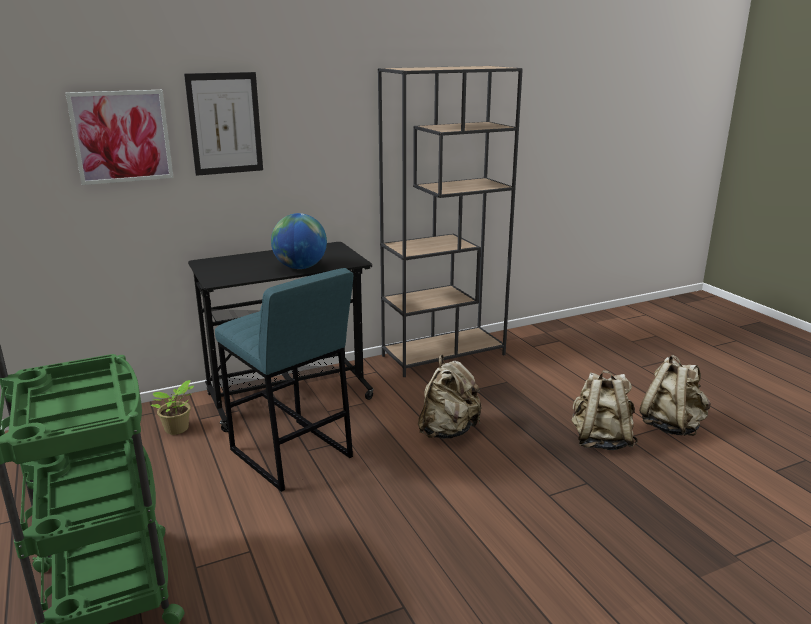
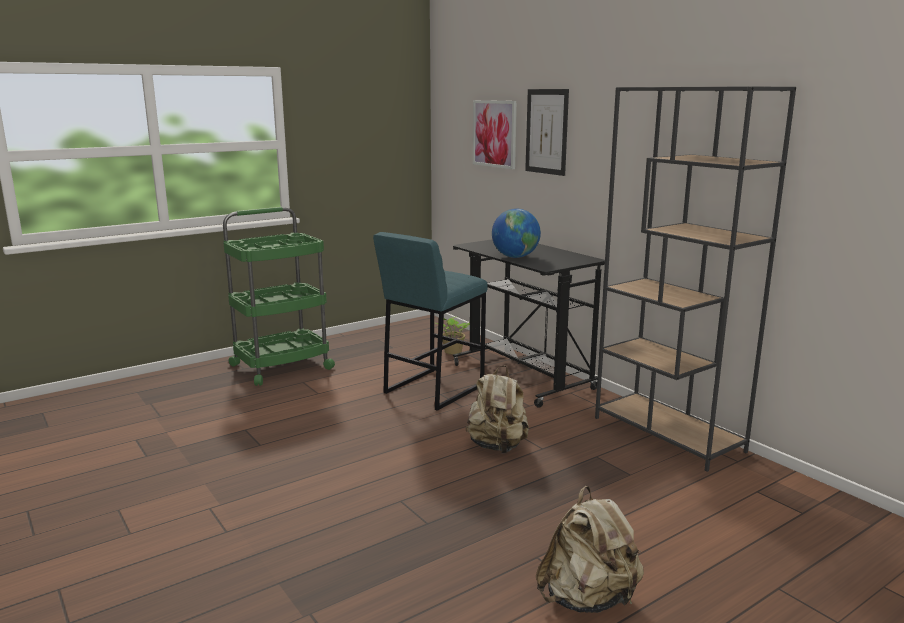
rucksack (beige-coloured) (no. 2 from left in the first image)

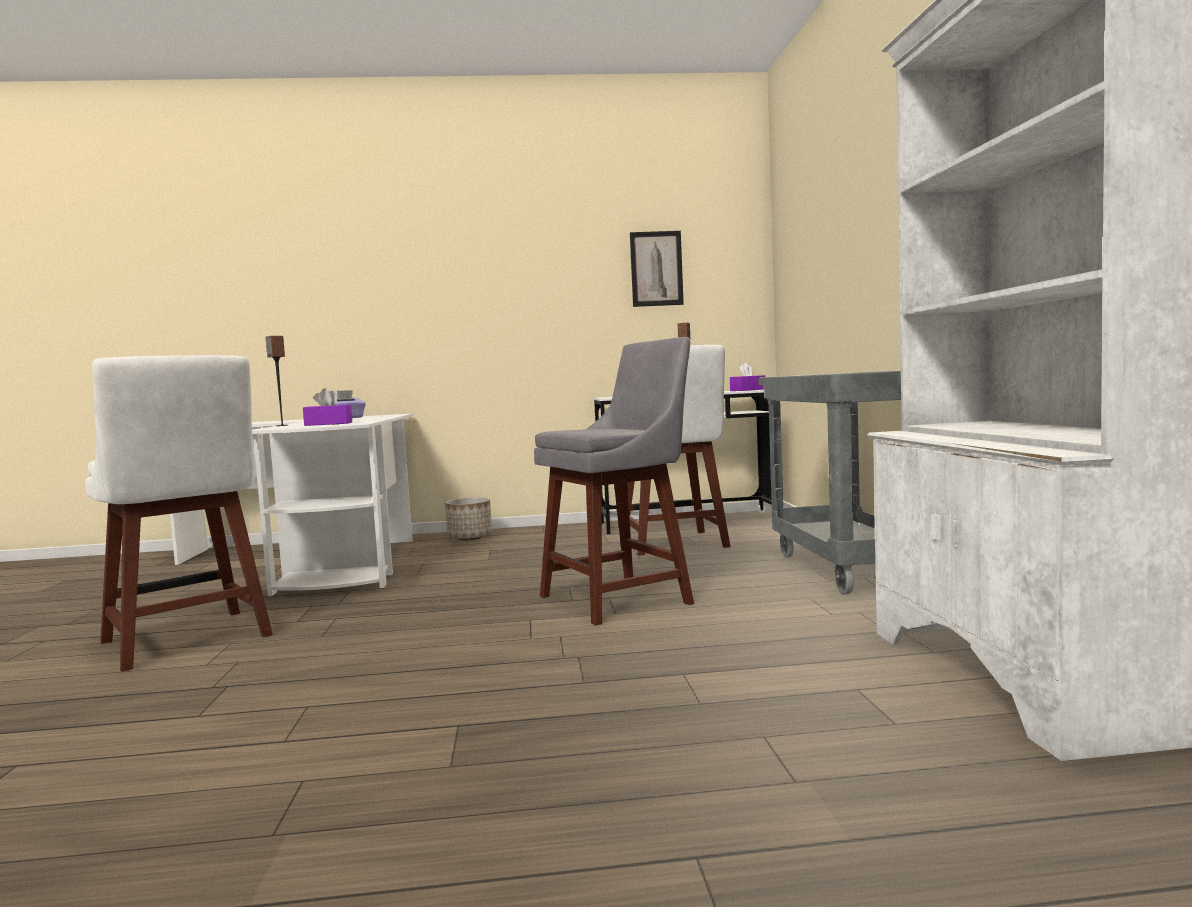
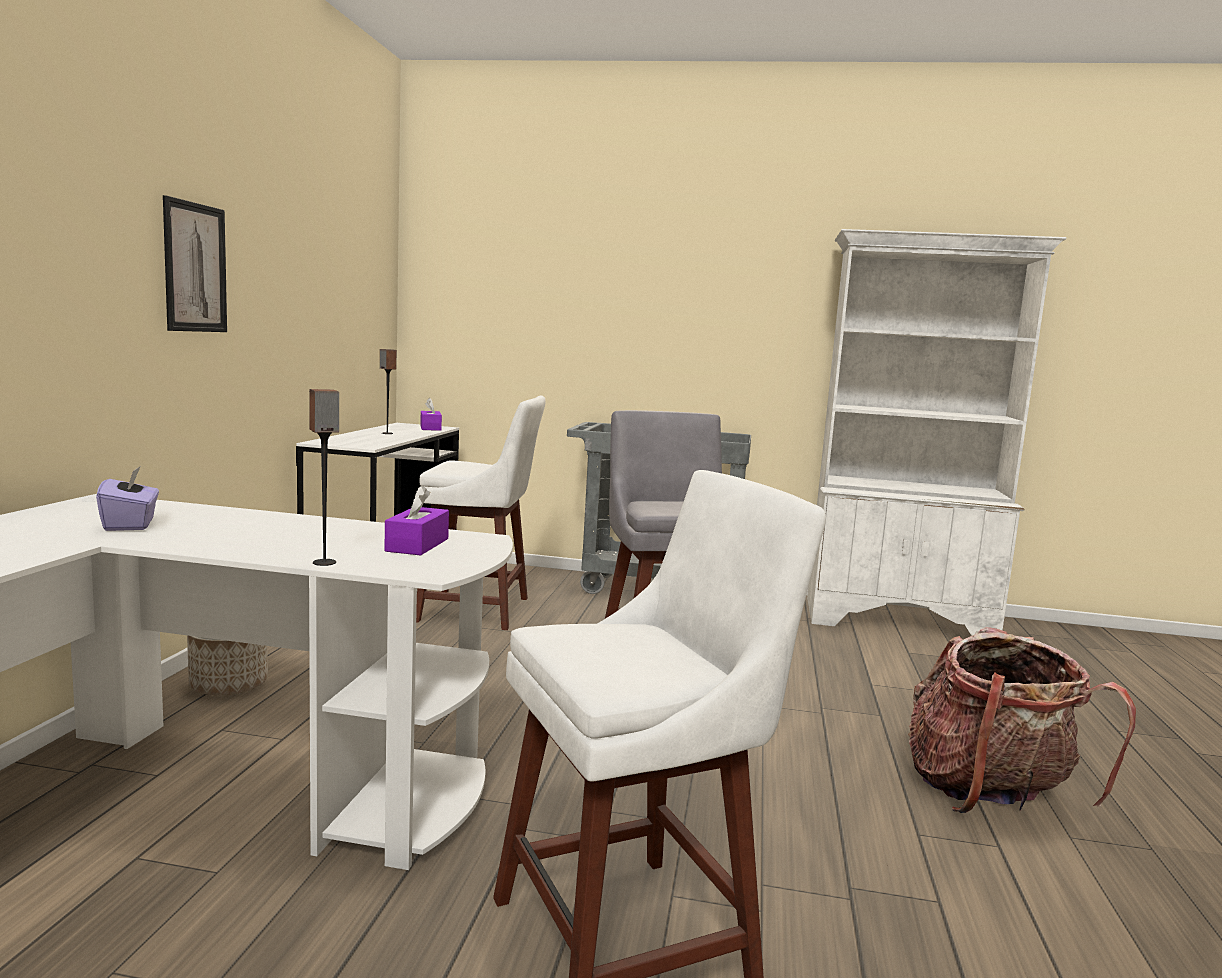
wall art; rucksack

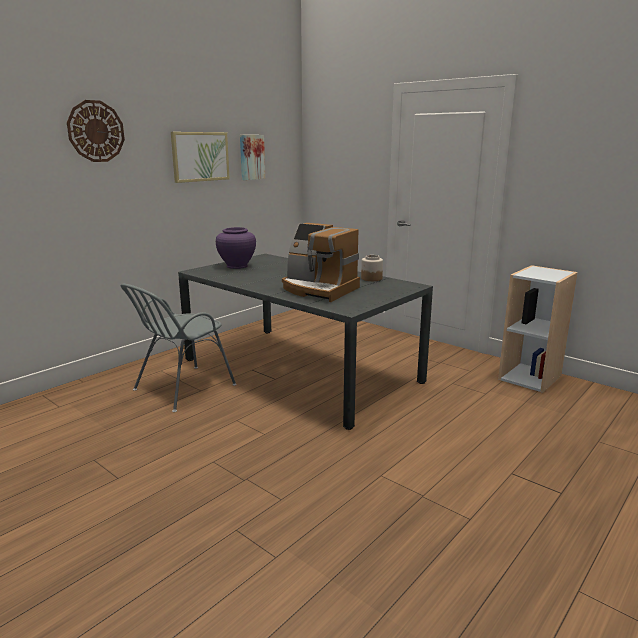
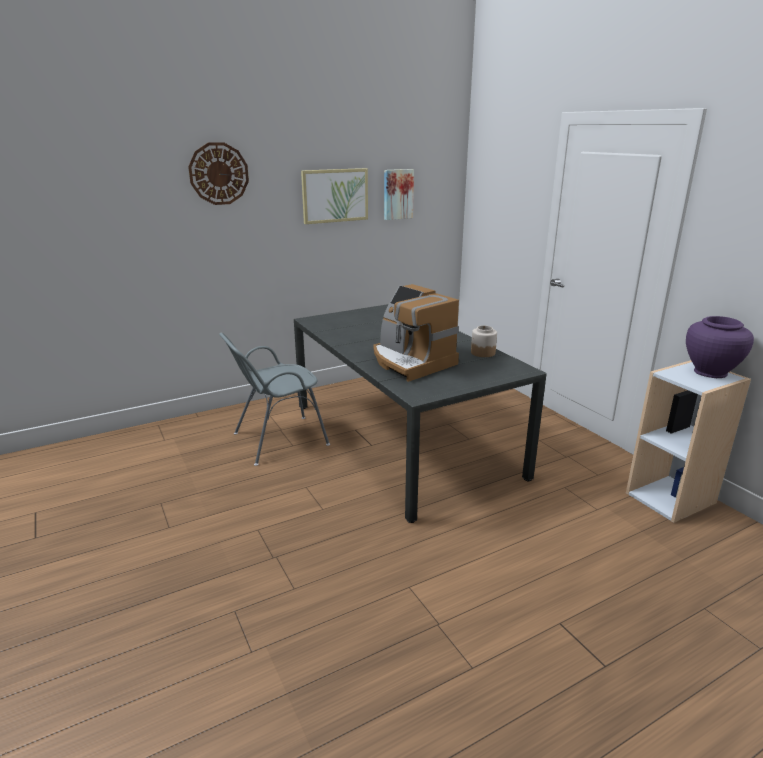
flower vase (purple-coloured)

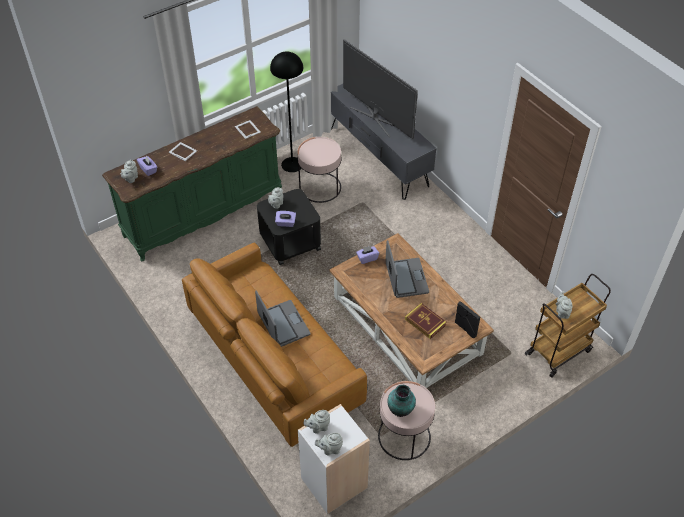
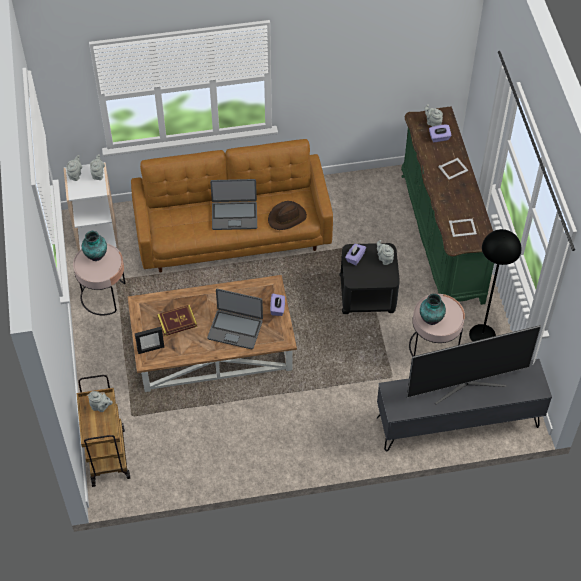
clothing hat (brown); flower vase (no. 2 from left)

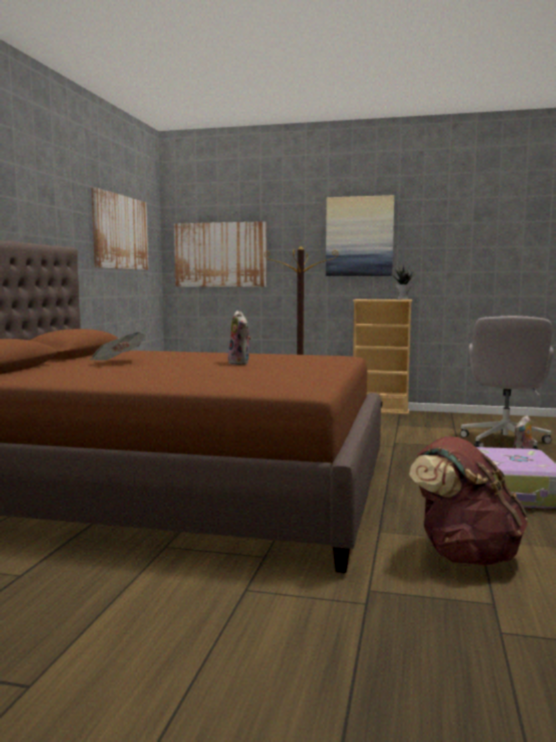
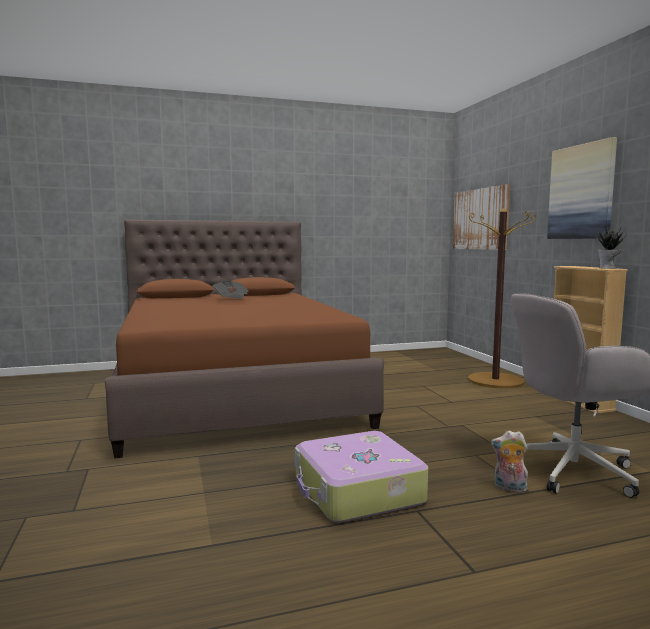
wall art (no. 1 from left in the first image); plush toy (no. 1 from left in the first image); rucksack (brown)

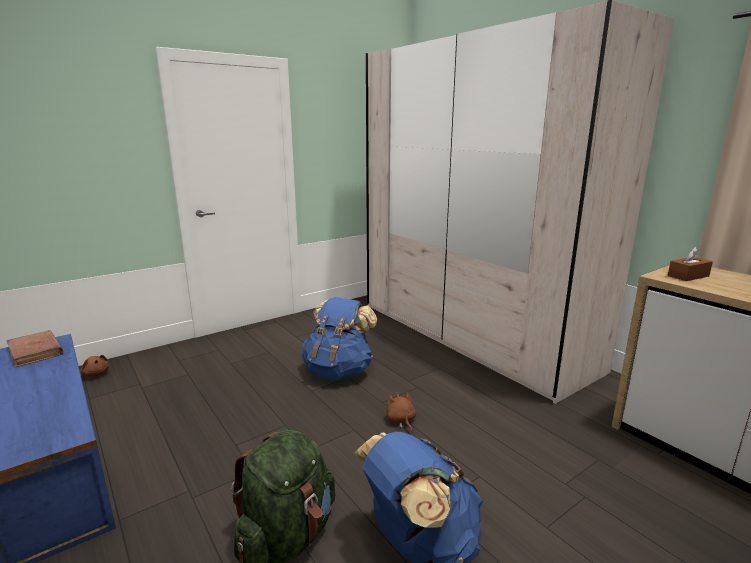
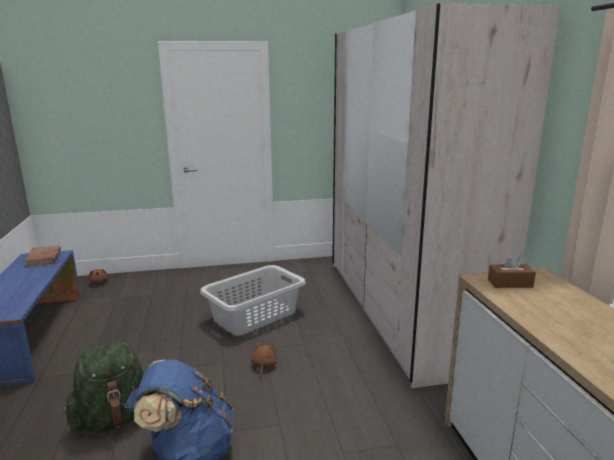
hamper (grey)

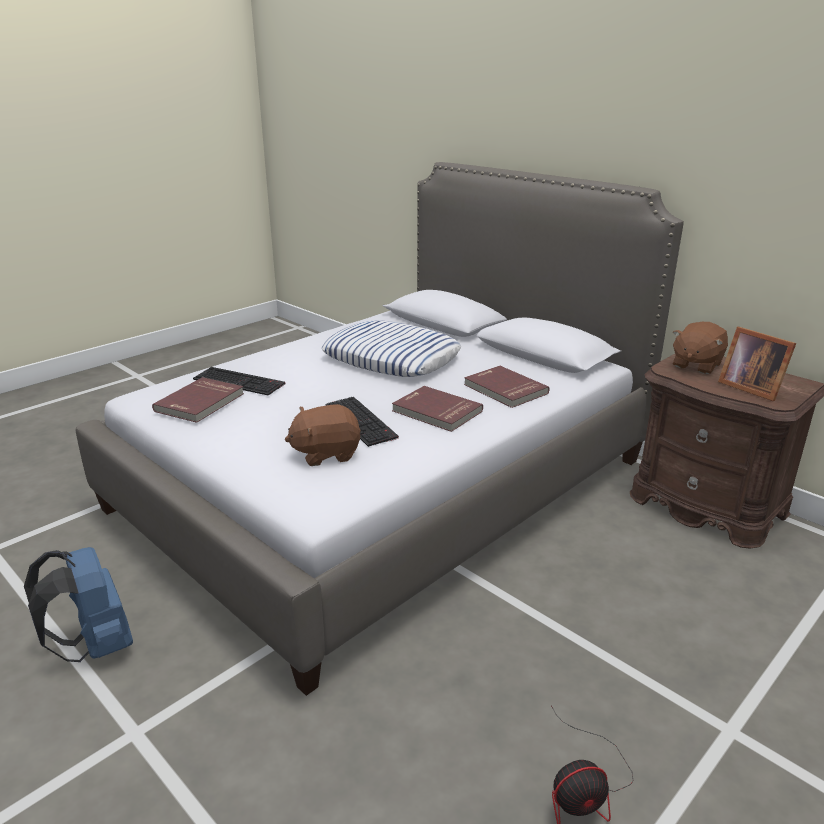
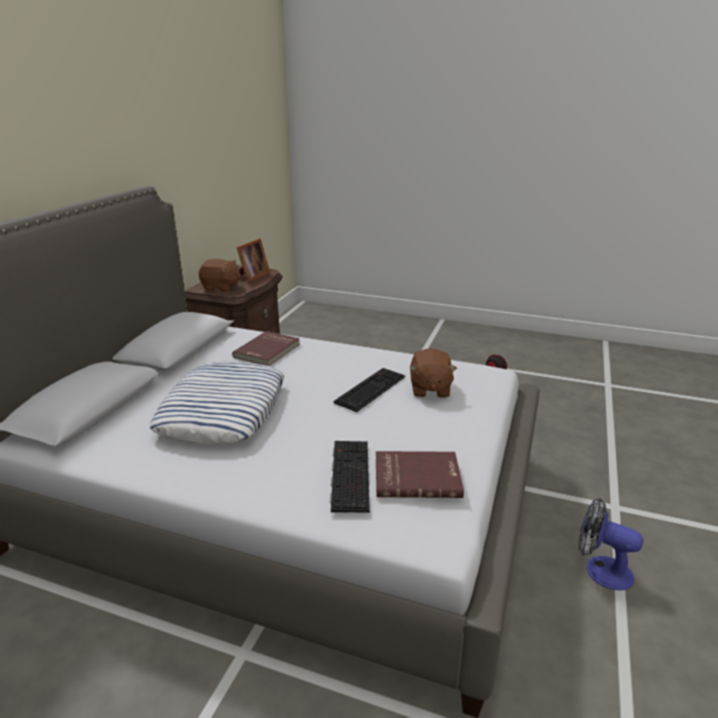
bound book (red-coloured) (no. 2 from left in the first image); plush toy (brown) (no. 2 from left); cooling fan (no. 2 from left)

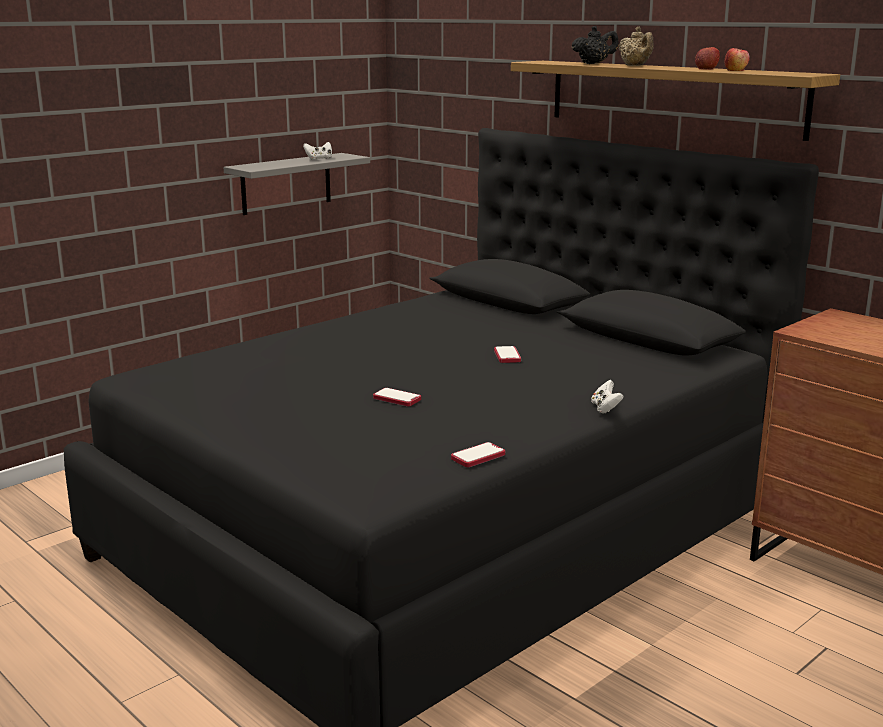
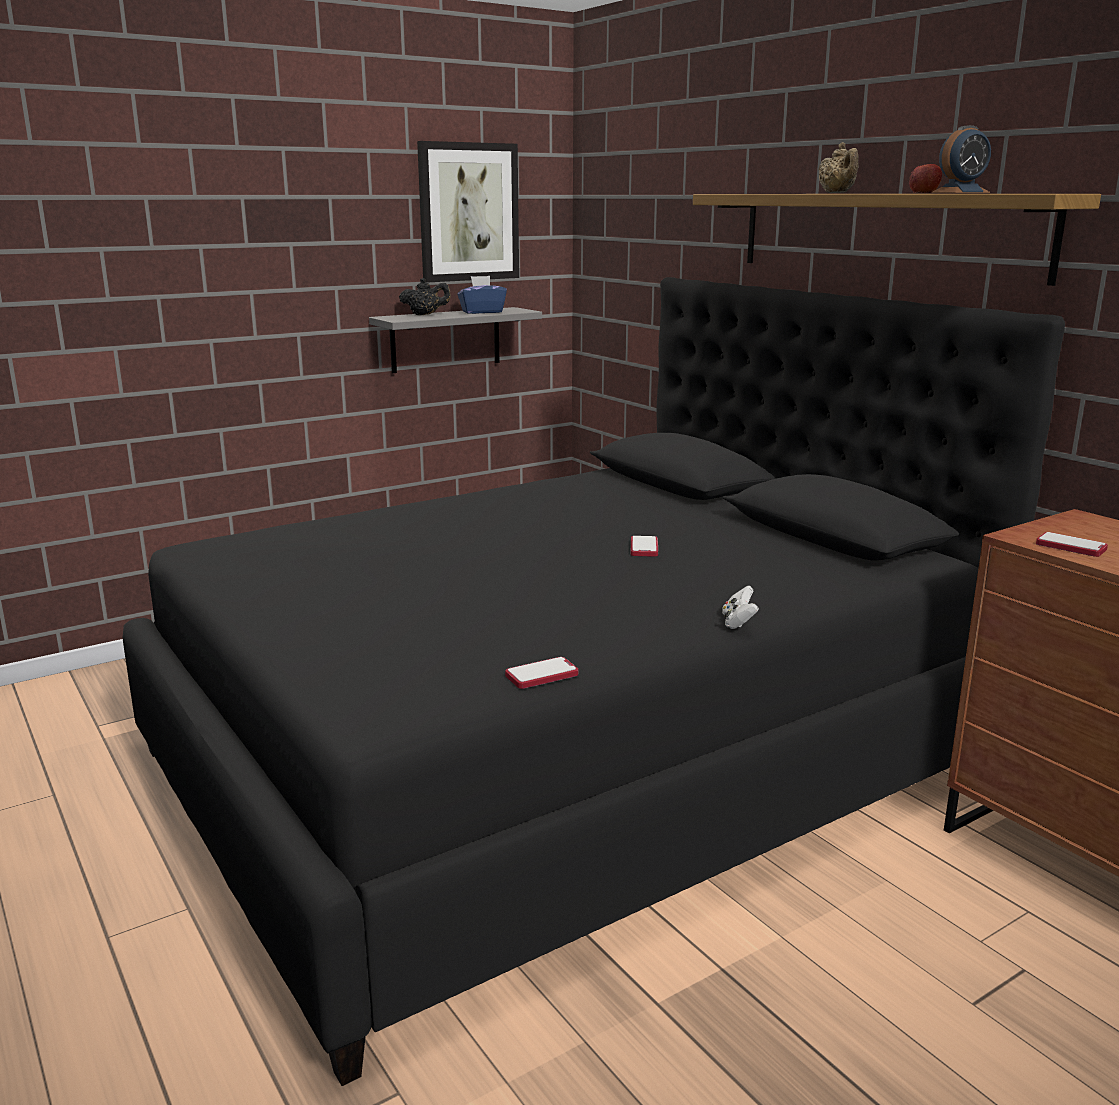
pot for tea (blackish); alarm clock; box of tissues (bluish); telephone (no. 3 from left); wall art

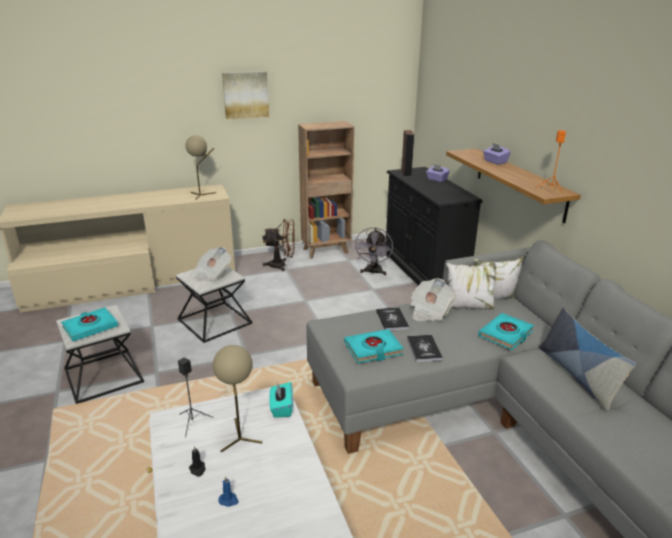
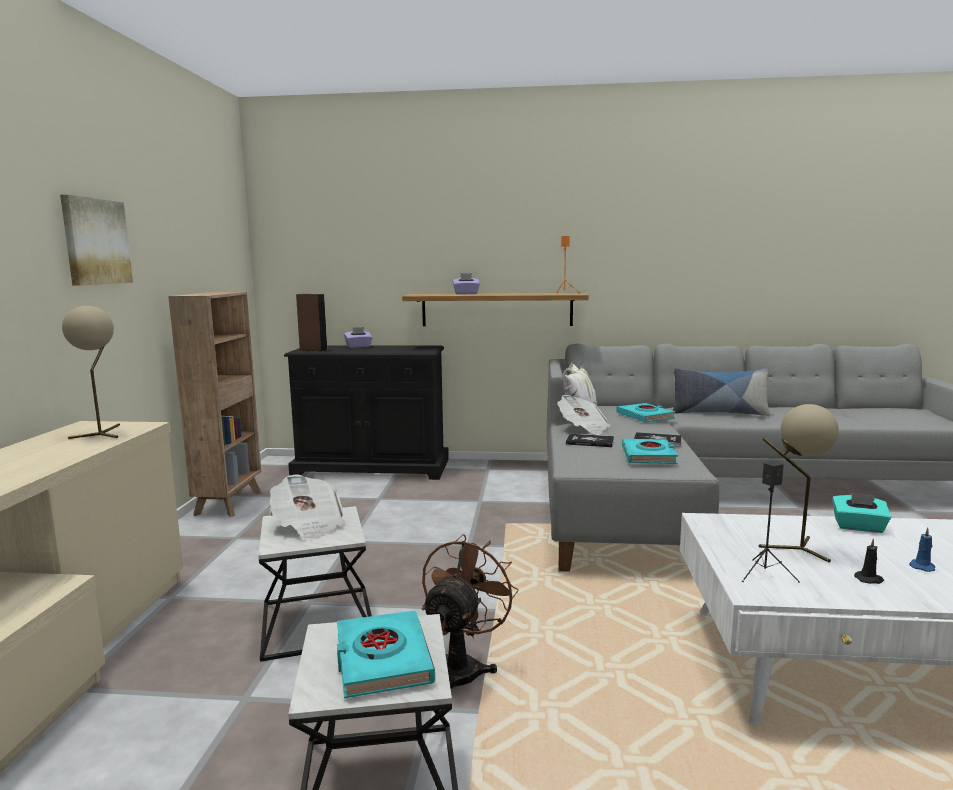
cooling fan (brown); cooling fan (grey); box of tissues (turquoise)

